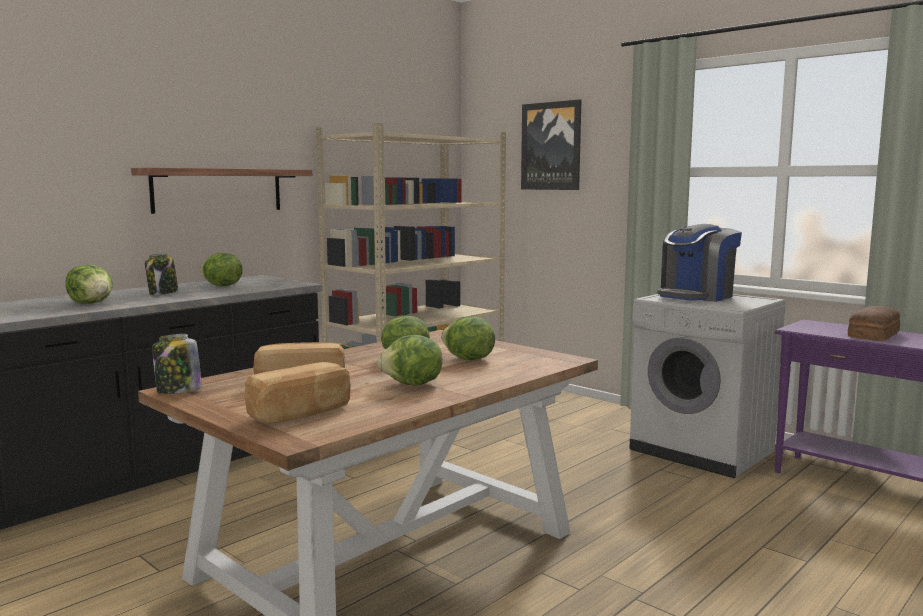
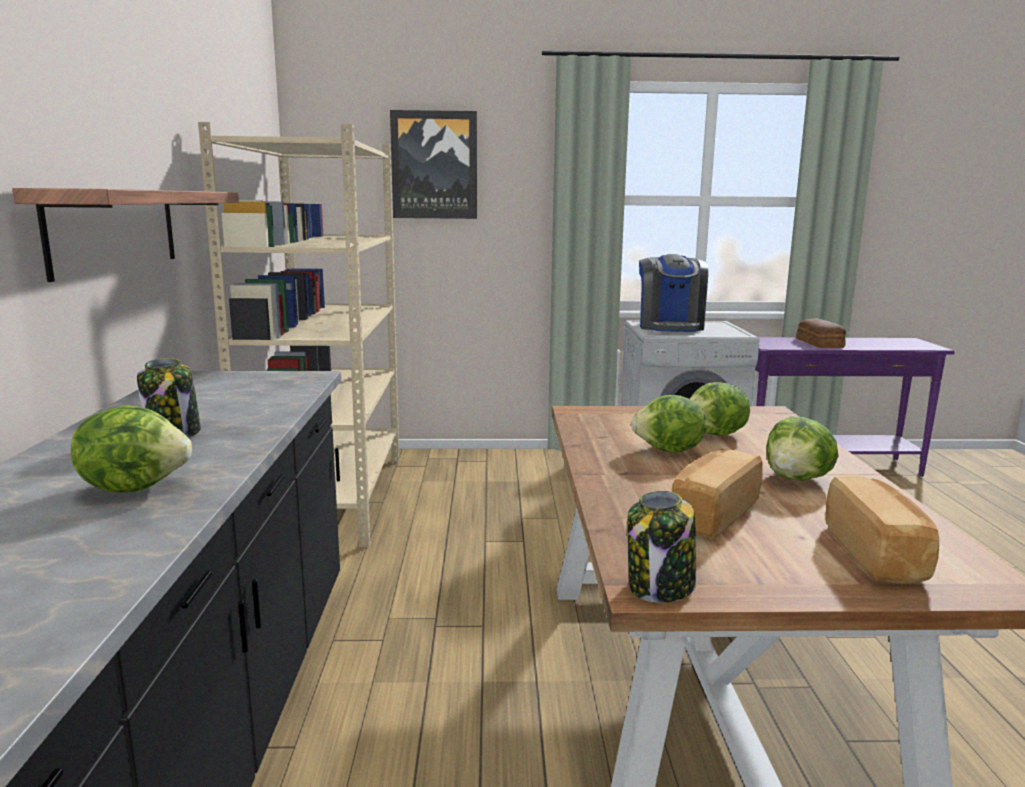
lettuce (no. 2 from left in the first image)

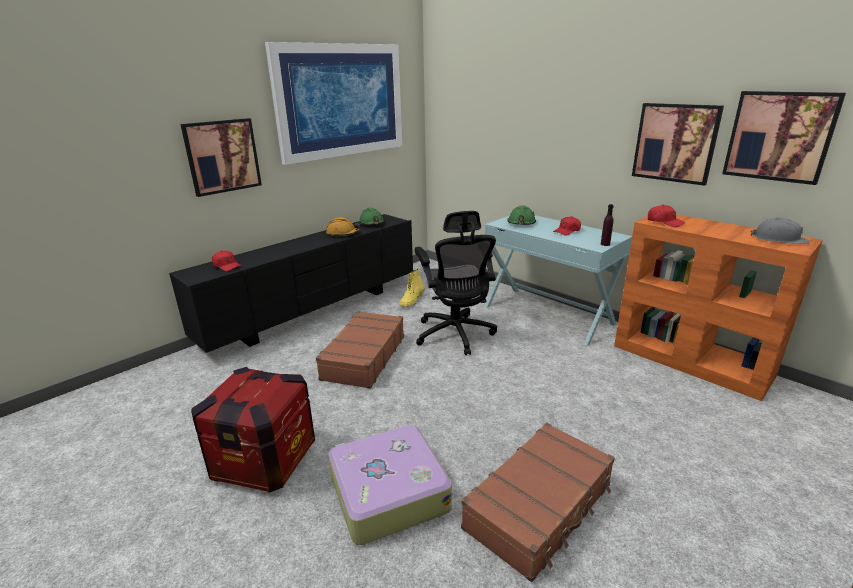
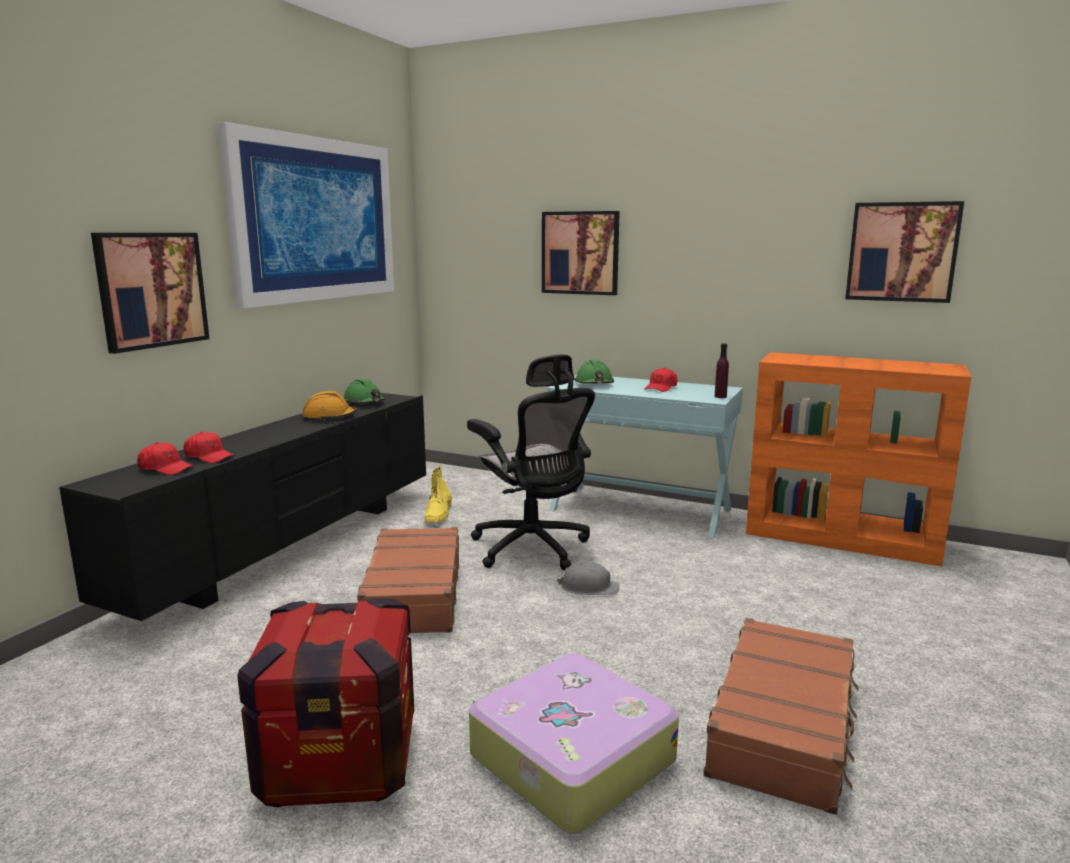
wall art (no. 3 from left); baseball cap (red-coloured) (no. 2 from left); hard hat (grey)

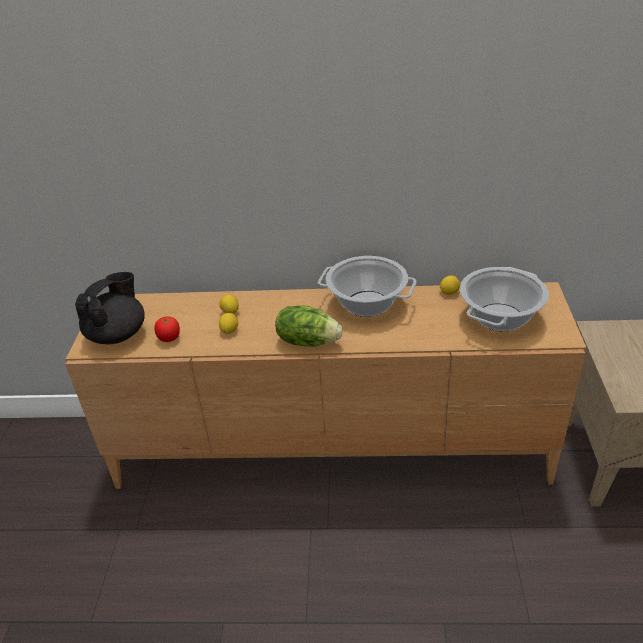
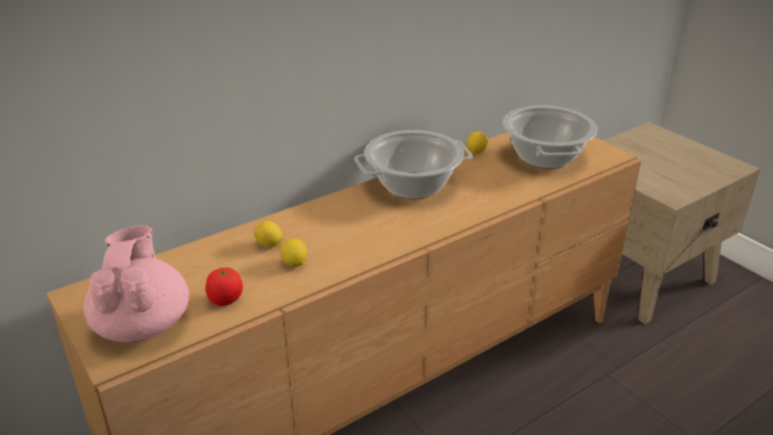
pot for tea (pink); lettuce

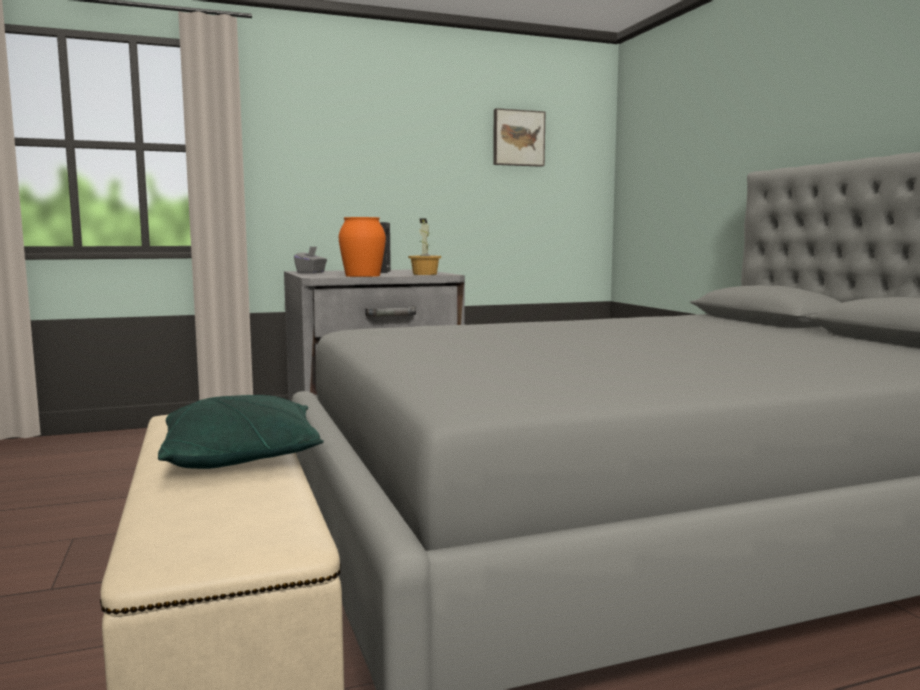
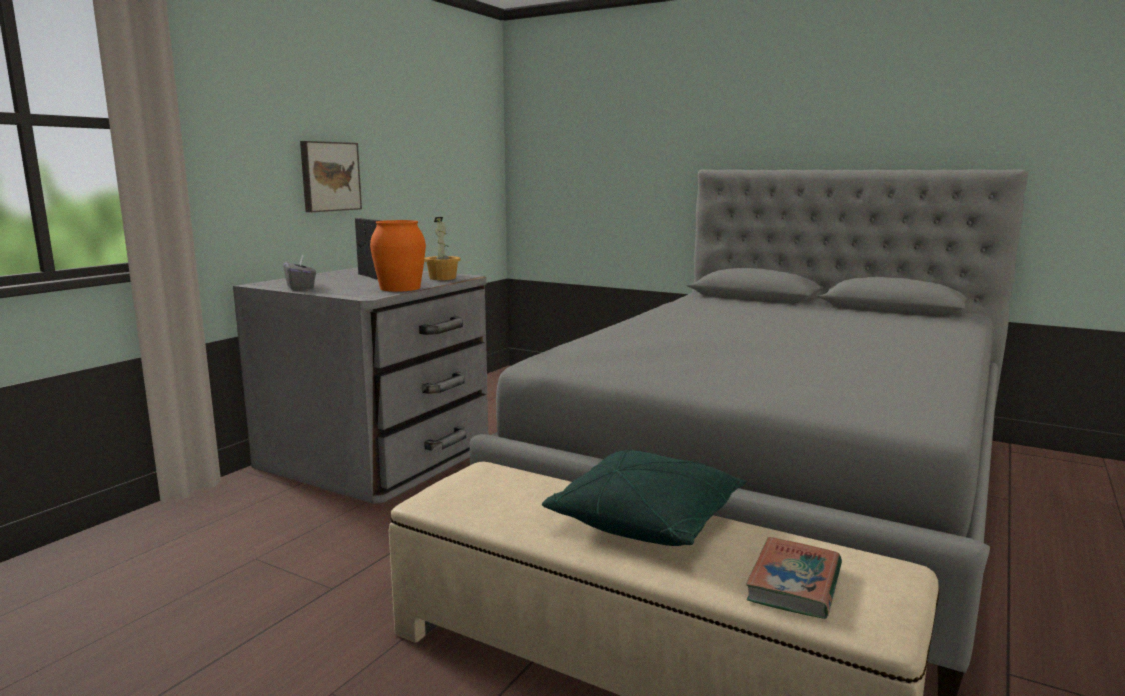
wall art; bound book

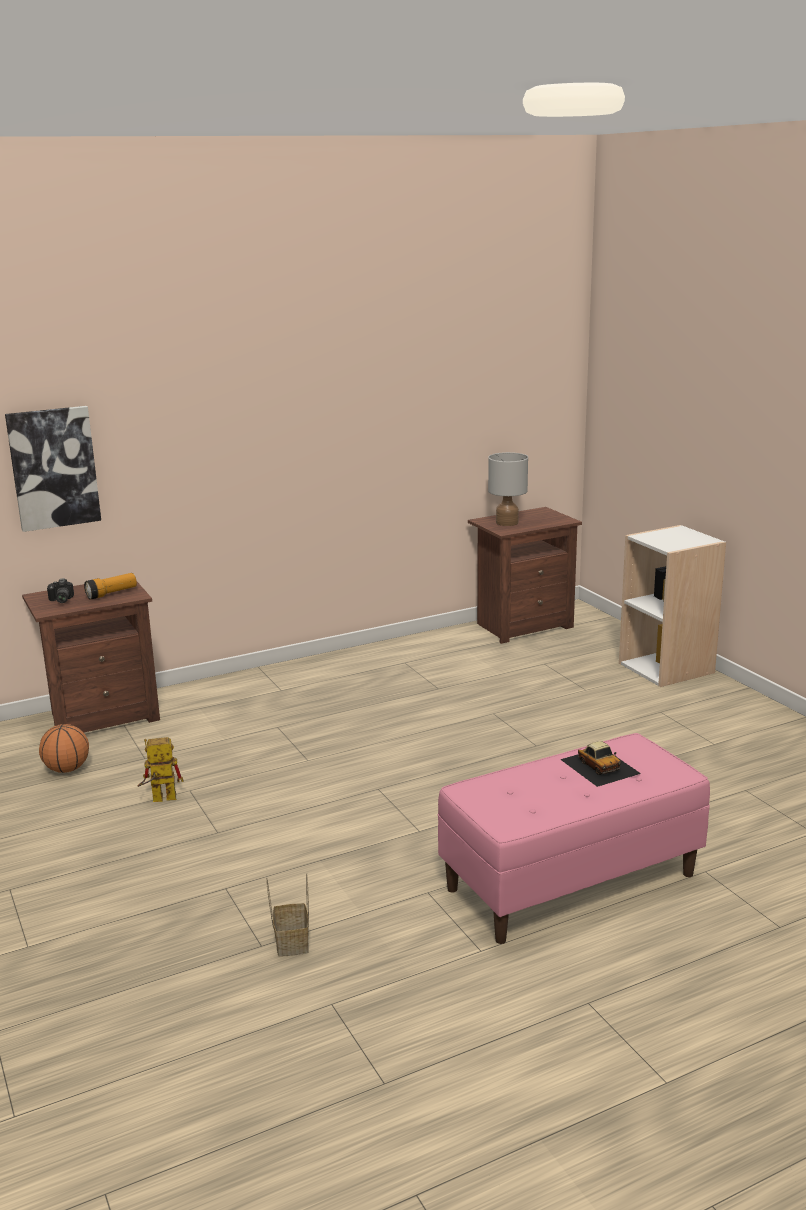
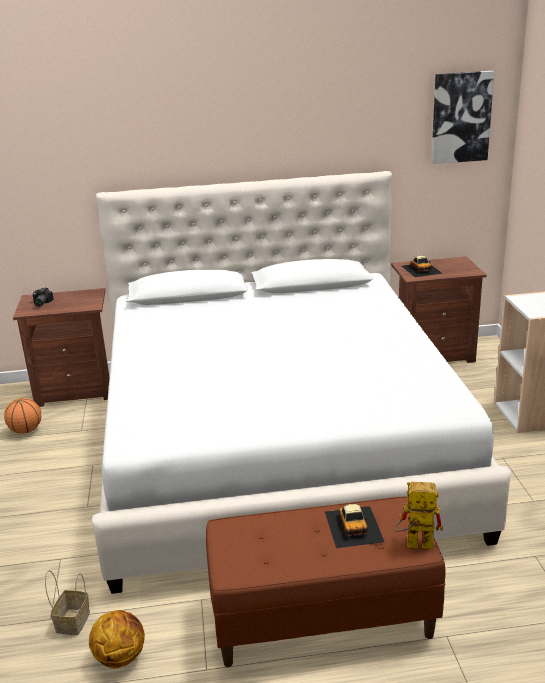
wall art; model car (no. 2 from left); flashlight; bench (brown); model robot; bed (white); basketball ball (no. 2 from left)

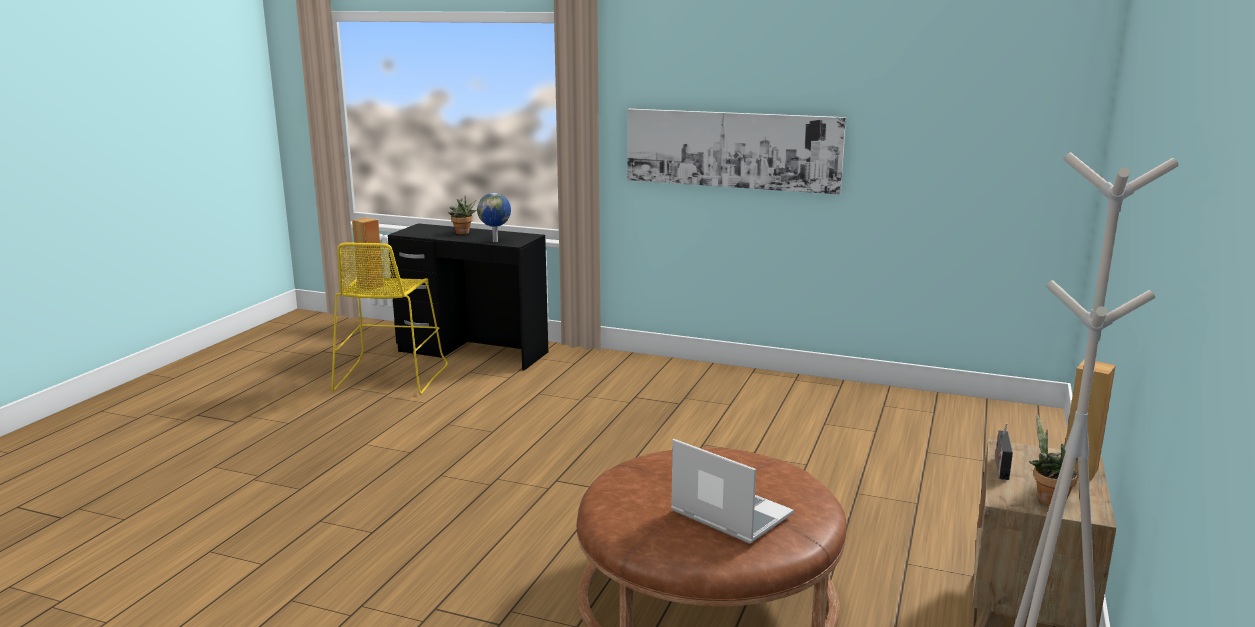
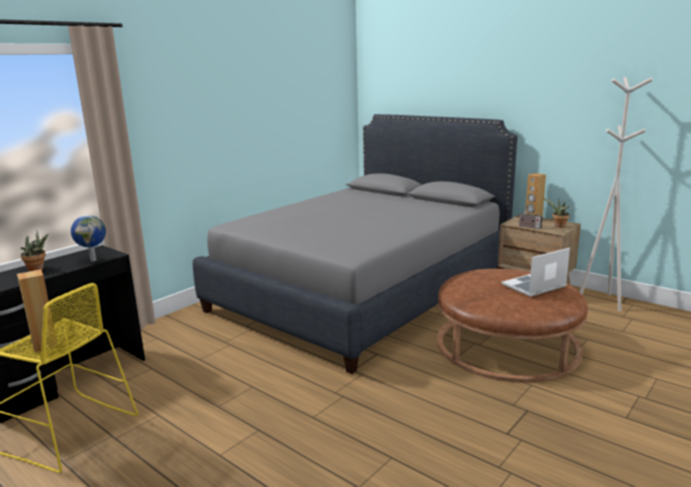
wall art; bed (grey)

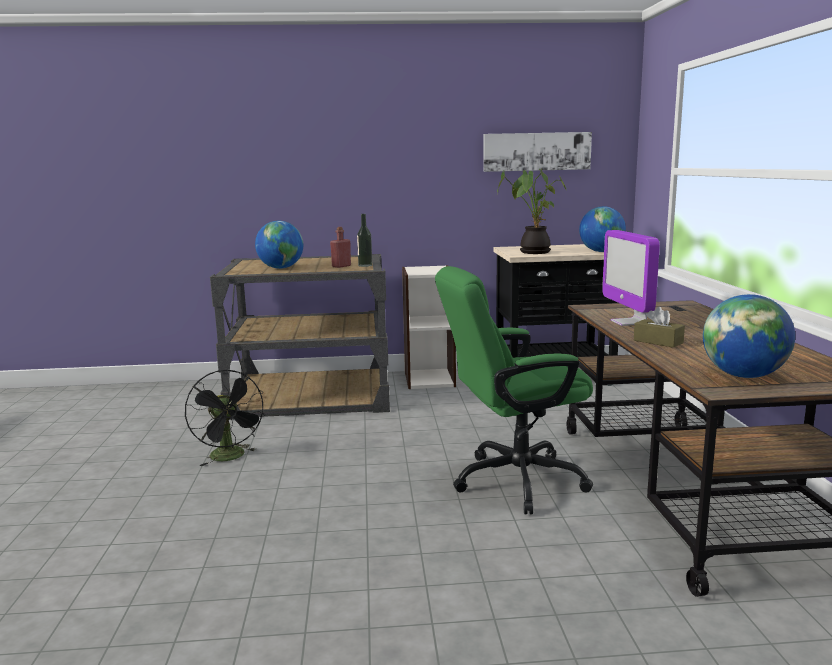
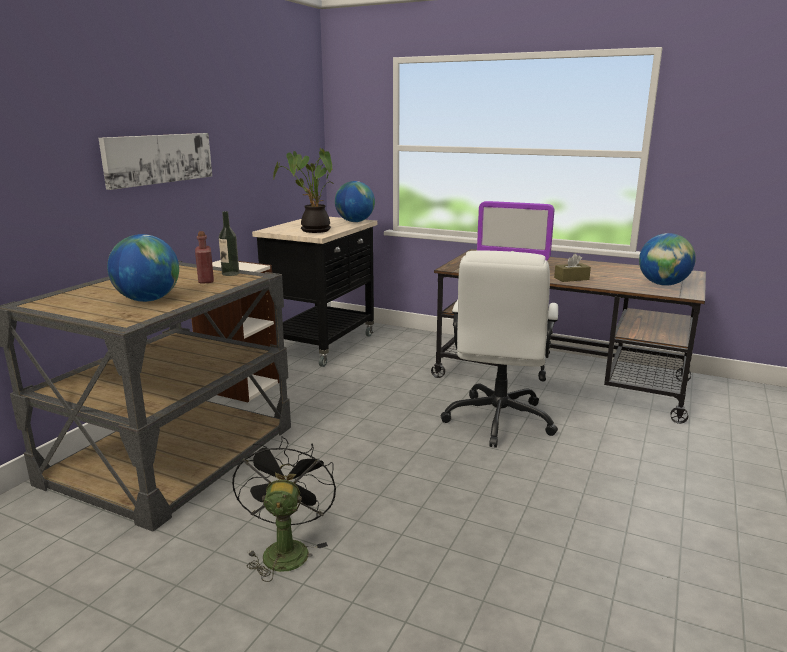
wall art; computer chair (white); cooling fan (blackish)

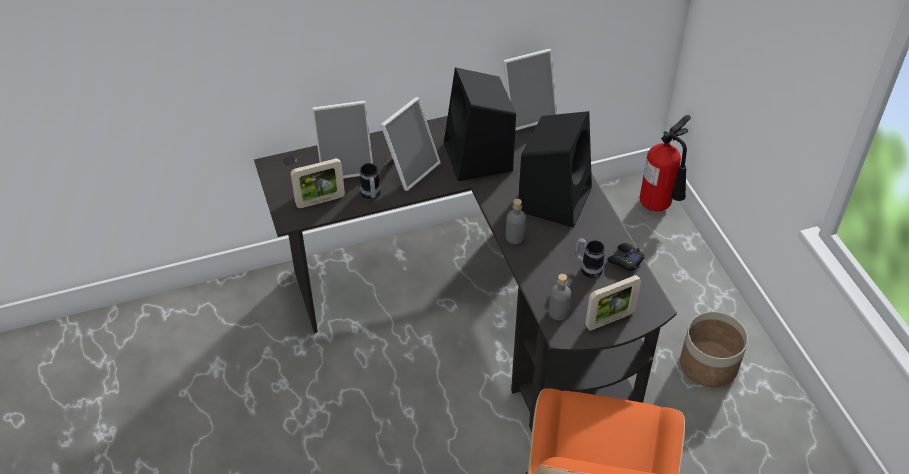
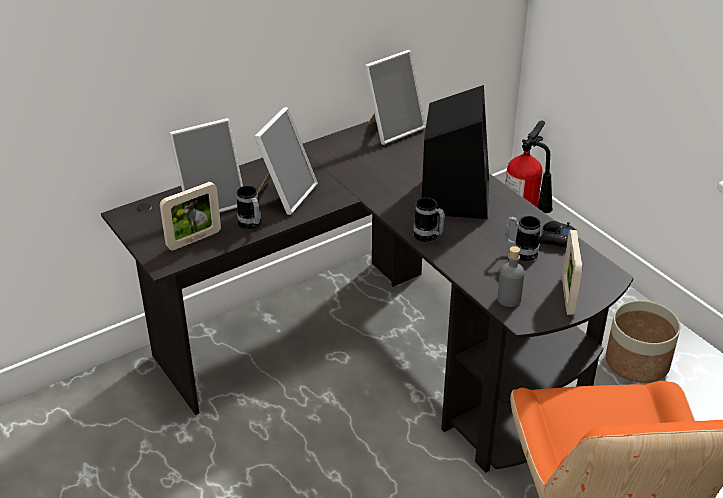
audio speaker (blackish) (no. 1 from left in the first image); mug (no. 2 from left); picture frame (no. 5 from left)

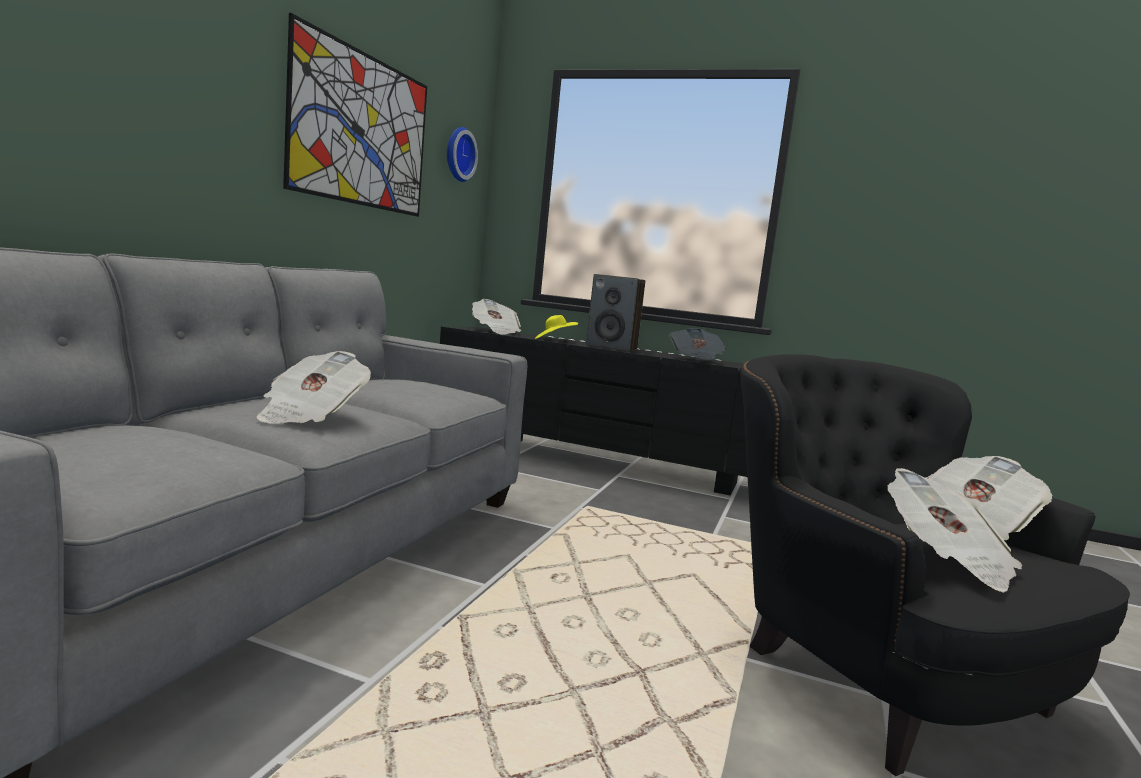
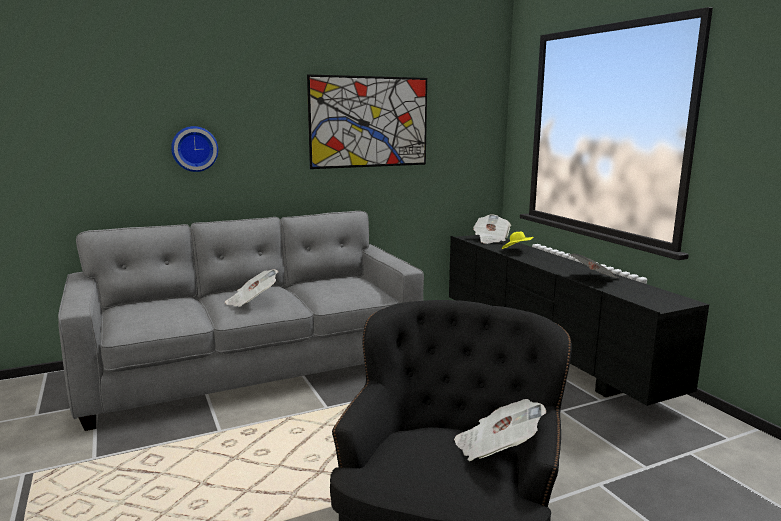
wall clock; audio speaker; daily paper (no. 4 from left in the first image)

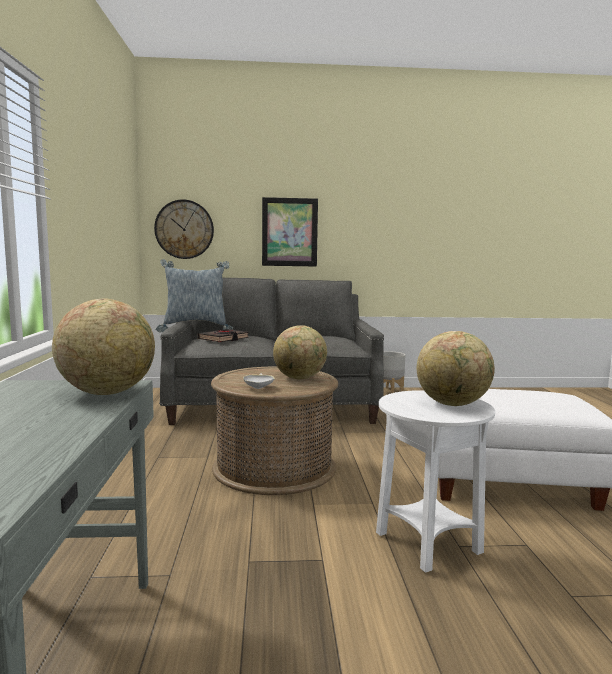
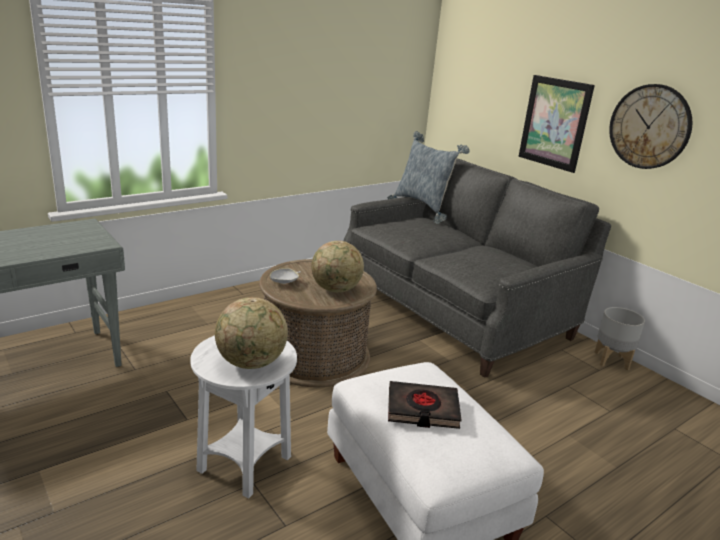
wall clock; globe (no. 1 from left in the first image); bound book (blackish)

